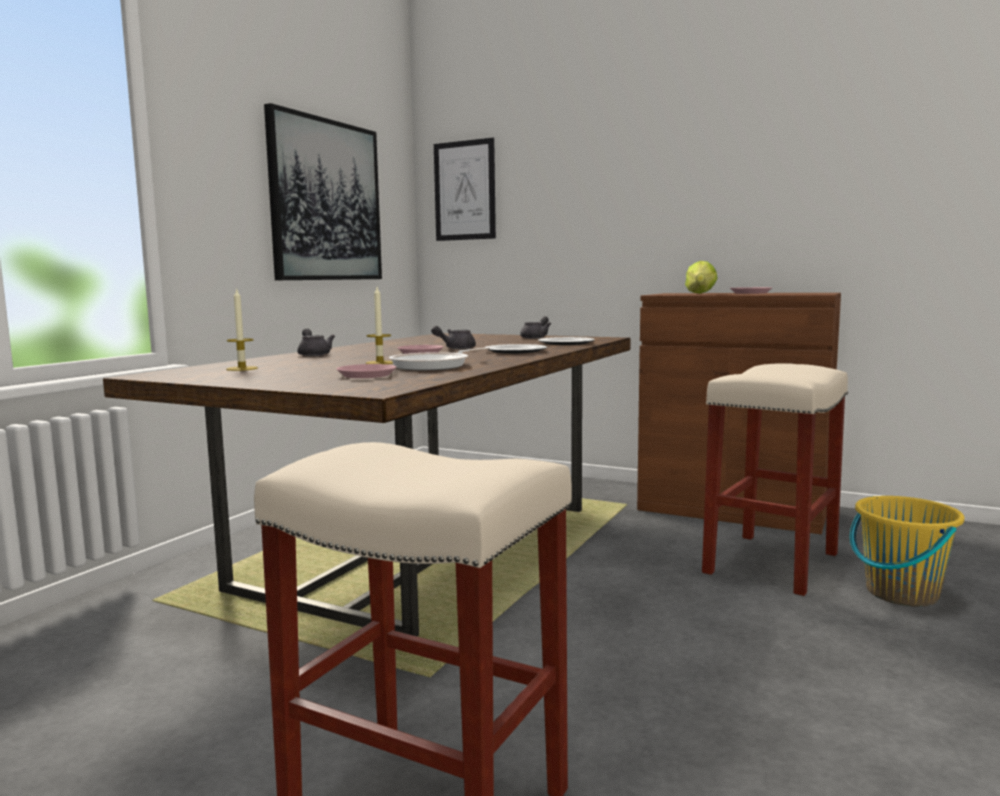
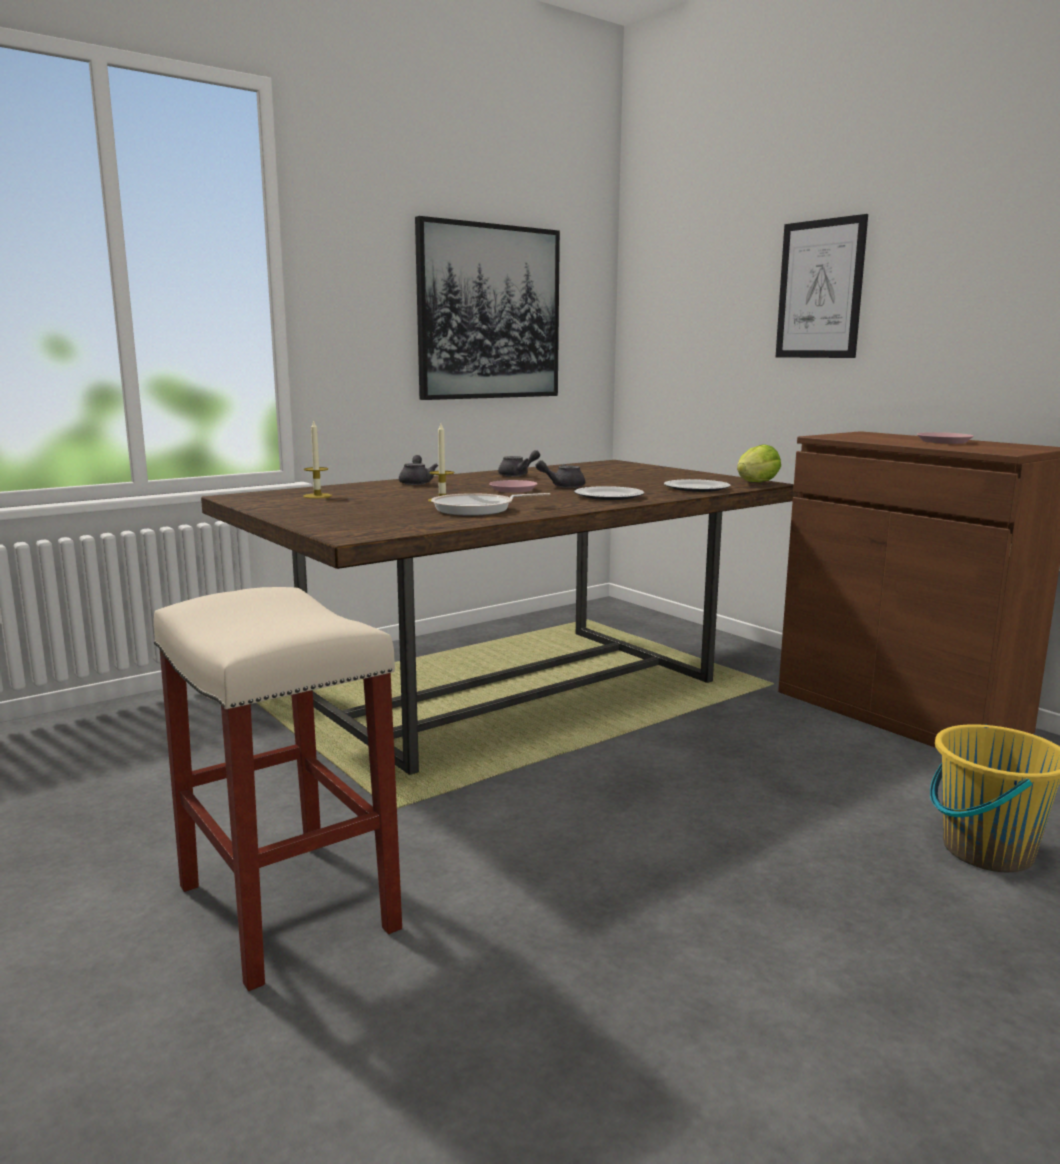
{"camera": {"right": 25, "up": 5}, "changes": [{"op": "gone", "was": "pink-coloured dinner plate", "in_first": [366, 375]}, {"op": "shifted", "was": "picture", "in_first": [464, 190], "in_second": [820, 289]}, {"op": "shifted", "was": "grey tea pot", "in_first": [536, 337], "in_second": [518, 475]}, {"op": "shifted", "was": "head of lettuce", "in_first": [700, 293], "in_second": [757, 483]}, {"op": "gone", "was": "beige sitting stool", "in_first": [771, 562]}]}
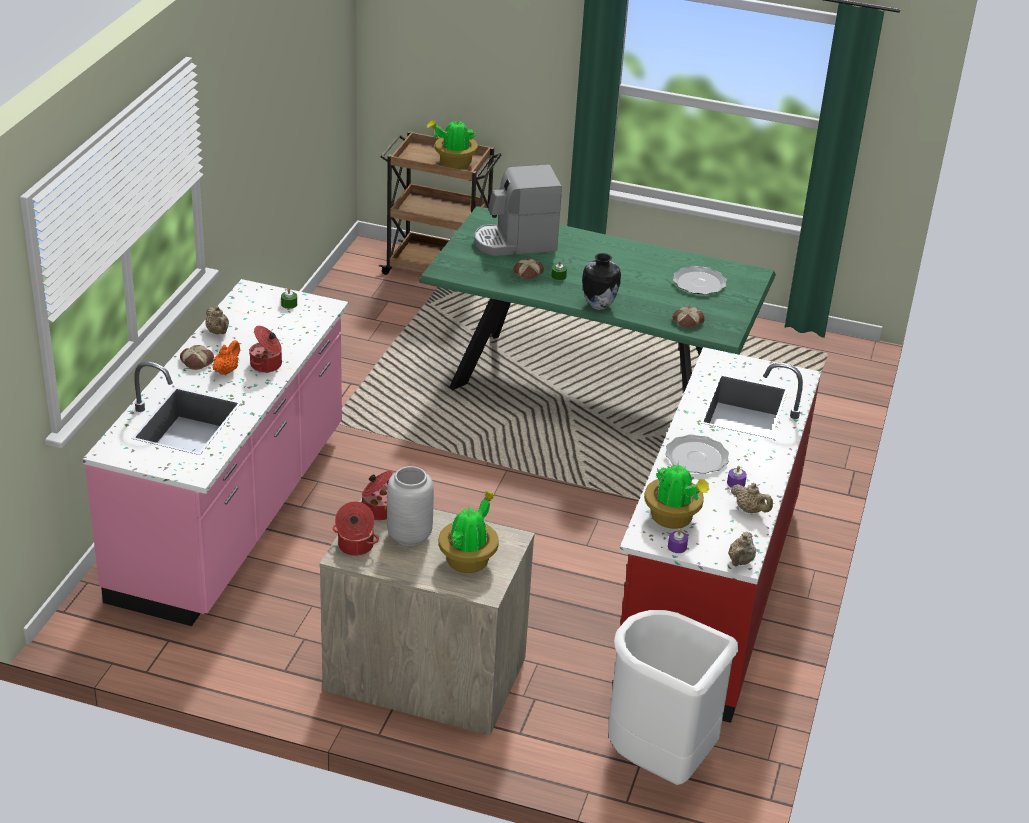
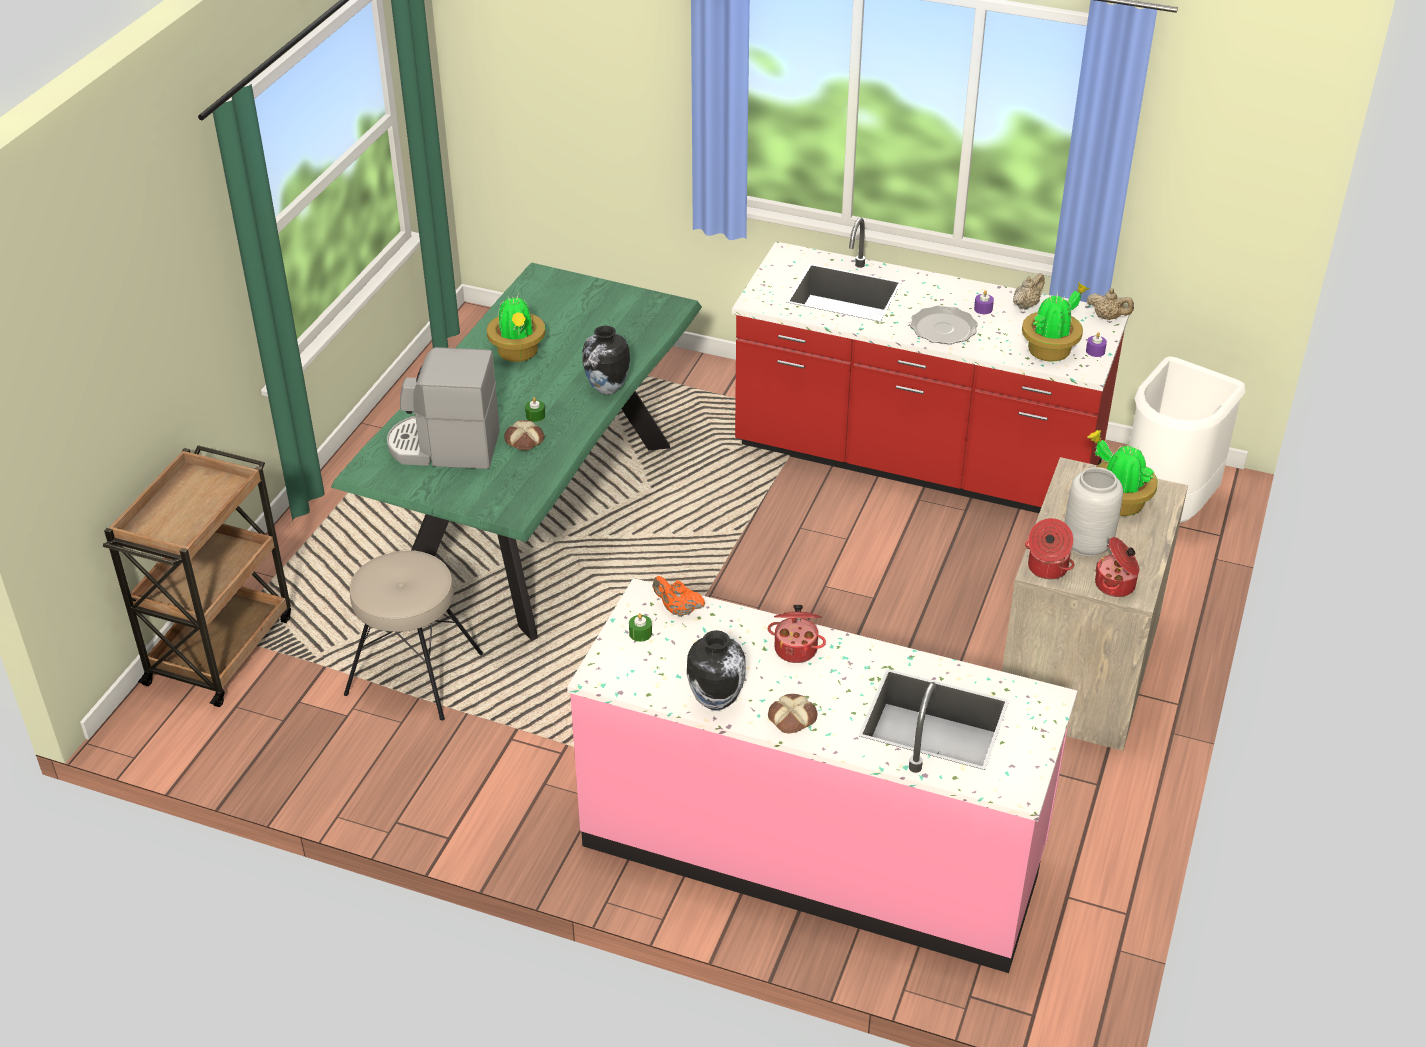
{"camera": {"right": -85, "up": 5}, "changes": [{"op": "swapped", "was": "beige tea pot", "now": "flower vase", "in_first": [218, 332], "in_second": [716, 701]}, {"op": "shifted", "was": "orange tea pot", "in_first": [226, 370], "in_second": [678, 610]}, {"op": "shifted", "was": "houseplant", "in_first": [454, 163], "in_second": [518, 353]}, {"op": "rotated", "was": "coffee maker", "in_first": [515, 242], "in_second": [444, 447], "clockwise": 105}, {"op": "gone", "was": "bakery bread", "in_first": [687, 320]}, {"op": "gone", "was": "dinner plate", "in_first": [699, 283]}, {"op": "new", "now": "beige sitting stool", "in_second": [414, 675]}]}
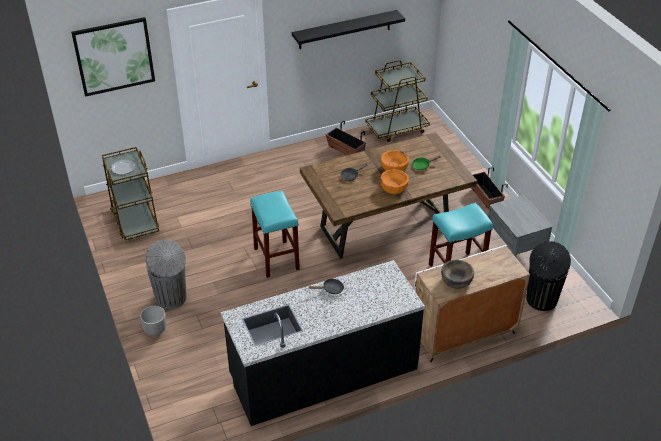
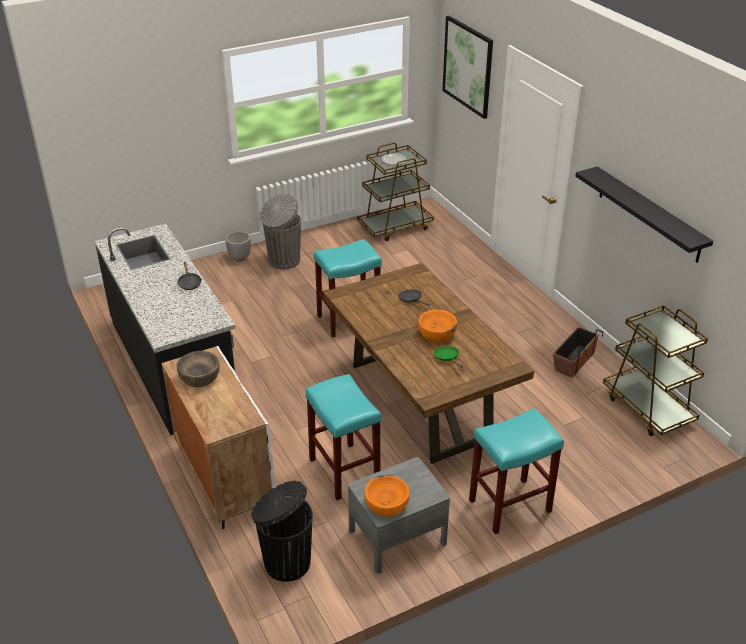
{"camera": {"right": 85, "up": -5}, "changes": [{"op": "shifted", "was": "orange serving bowl", "in_first": [393, 187], "in_second": [386, 504]}, {"op": "swapped", "was": "plant pot", "now": "blue-green sitting stool", "in_first": [485, 197], "in_second": [509, 506]}]}
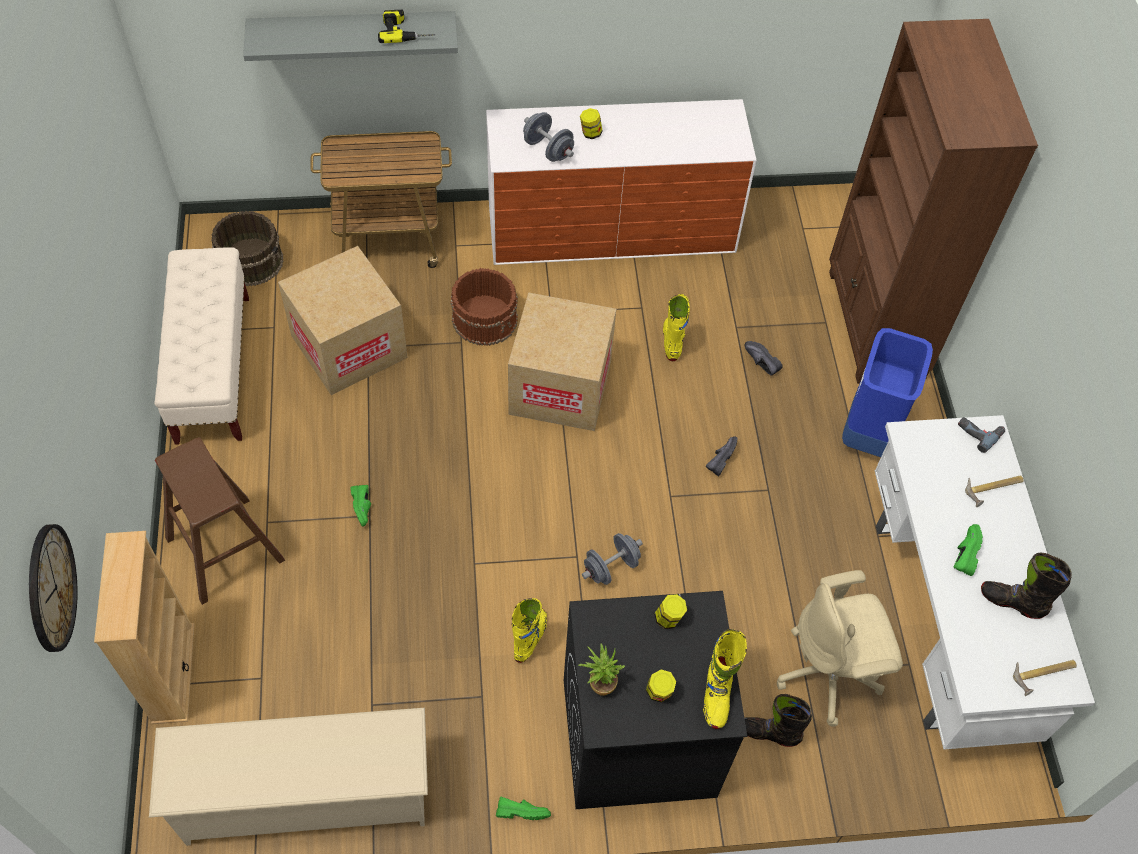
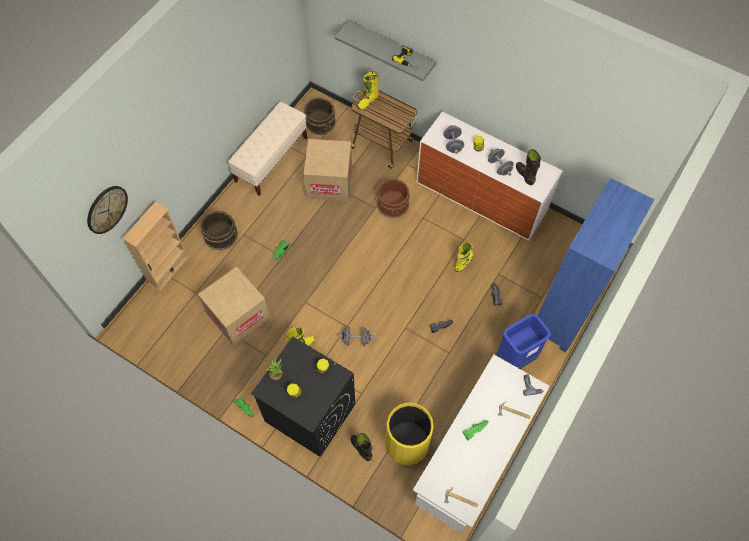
{"camera": {"right": 40, "up": 5}, "changes": [{"op": "gone", "was": "beige shoe stand", "in_first": [306, 796]}, {"op": "swapped", "was": "brown-coloured sitting stool", "now": "brown-coloured pail", "in_first": [225, 549], "in_second": [221, 235]}, {"op": "shifted", "was": "packing box", "in_first": [560, 387], "in_second": [238, 316]}, {"op": "shifted", "was": "yellowish high-top boot", "in_first": [716, 695], "in_second": [368, 102]}, {"op": "swapped", "was": "beige computer chair", "now": "yellowish rubbish bin", "in_first": [830, 673], "in_second": [407, 444]}, {"op": "repainted", "was": "brown-coloured bookshelf", "now": "bluish bookshelf", "in_first": [874, 325], "in_second": [563, 313]}, {"op": "shifted", "was": "black high-top boot", "in_first": [1012, 602], "in_second": [525, 175]}, {"op": "new", "now": "grey hand weight", "in_second": [499, 167]}]}
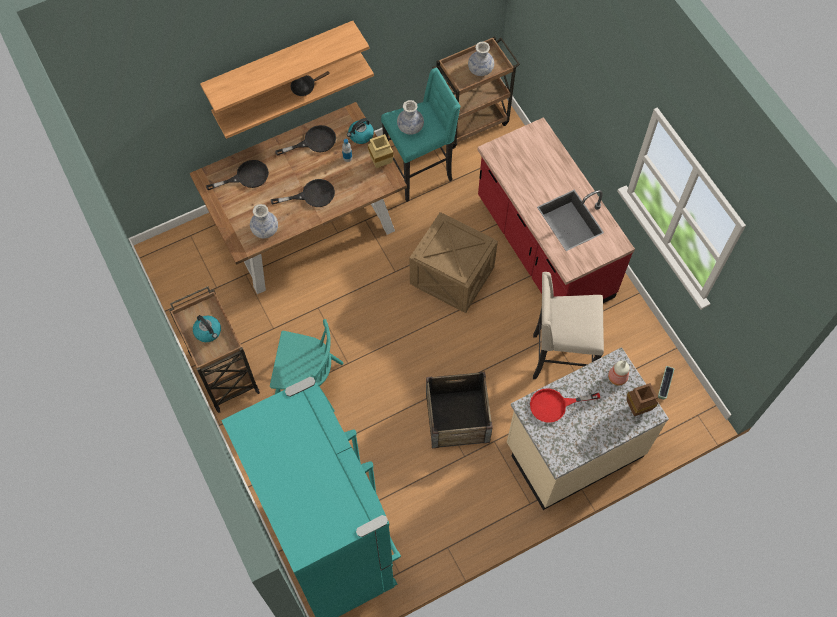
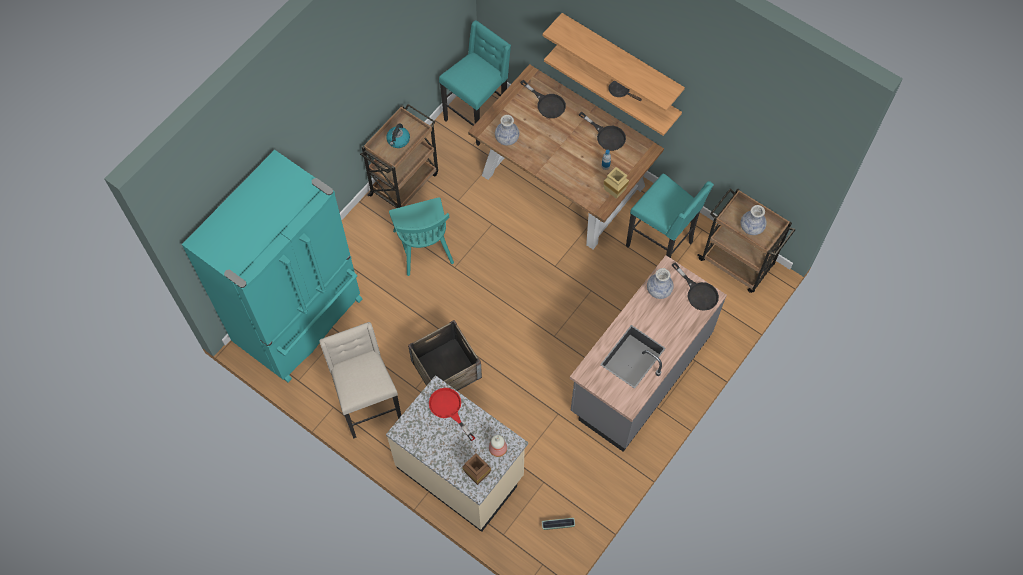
{"camera": {"right": 65, "up": 0}, "changes": [{"op": "shifted", "was": "black skillet", "in_first": [312, 195], "in_second": [698, 293]}, {"op": "gone", "was": "tea kettle", "in_first": [360, 135]}, {"op": "shifted", "was": "flower vase", "in_first": [410, 127], "in_second": [659, 290]}, {"op": "gone", "was": "packing crate", "in_first": [453, 277]}, {"op": "repainted", "was": "red-coloured counter", "now": "grey counter", "in_first": [543, 249], "in_second": [639, 373]}, {"op": "shifted", "was": "beige sitting stool", "in_first": [559, 358], "in_second": [368, 405]}, {"op": "new", "now": "blue-green sitting stool", "in_second": [477, 117]}]}
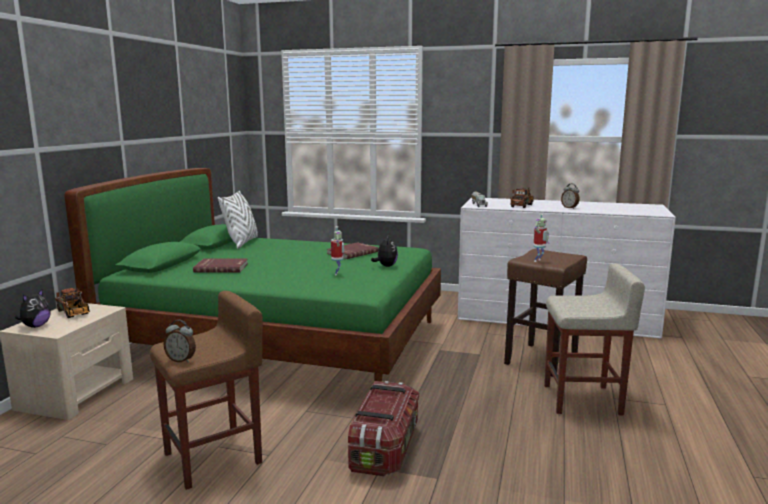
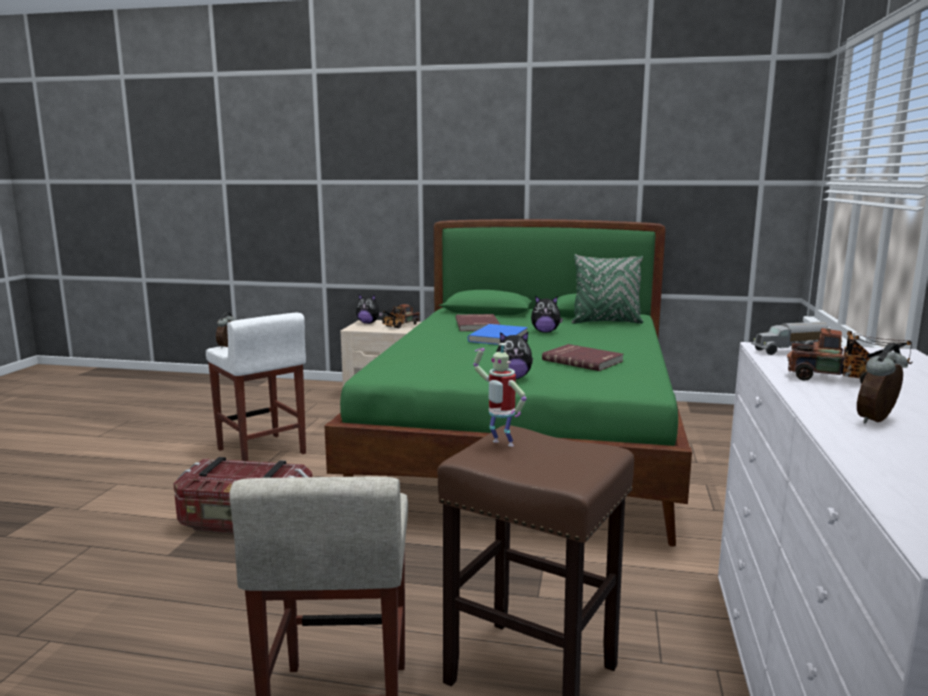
{"camera": {"right": 85, "up": 0}, "changes": [{"op": "repainted", "was": "brown-coloured sitting stool", "now": "whitish sitting stool", "in_first": [214, 458], "in_second": [262, 452]}, {"op": "repainted", "was": "whitish cushion", "now": "green-coloured cushion", "in_first": [241, 243], "in_second": [606, 322]}, {"op": "gone", "was": "model robot", "in_first": [338, 274]}, {"op": "new", "now": "bluish book", "in_second": [499, 337]}, {"op": "new", "now": "plush toy", "in_second": [545, 332]}]}
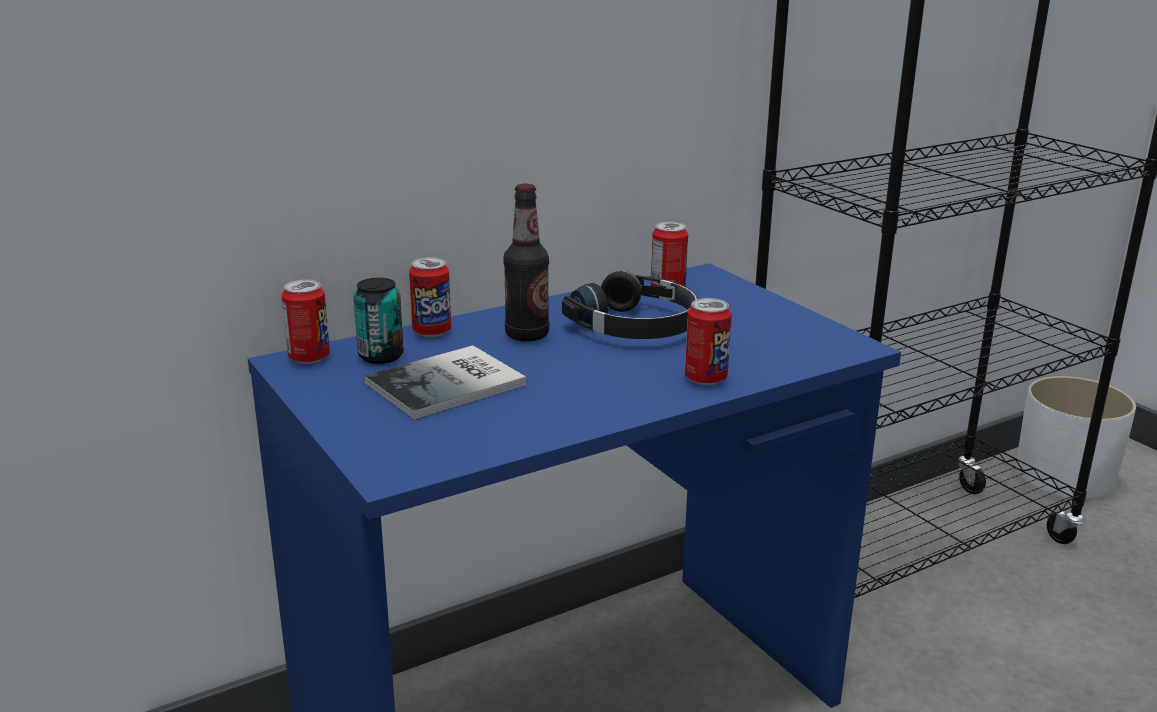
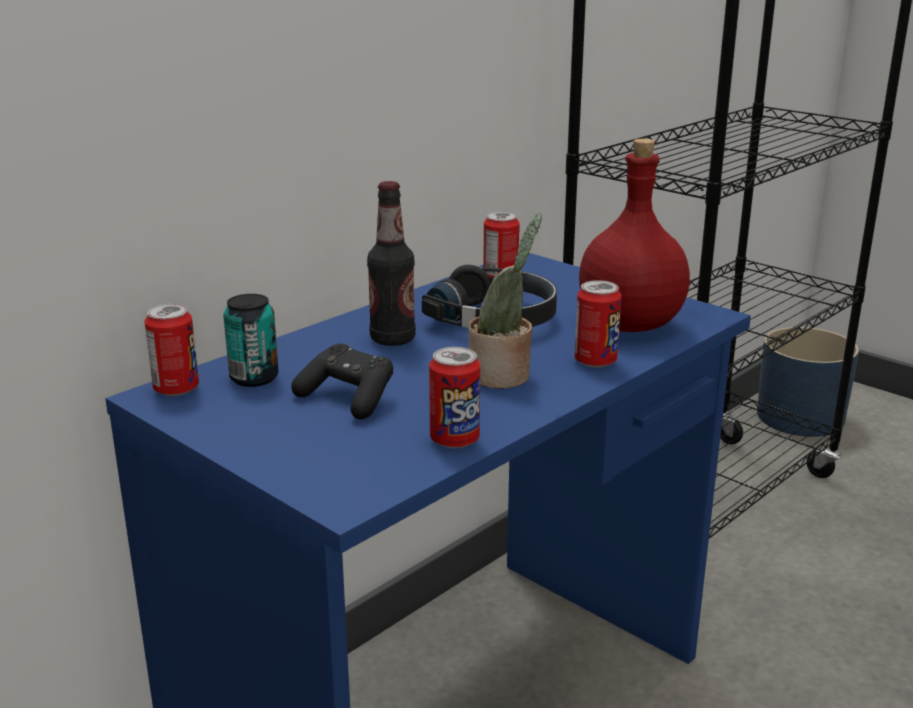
{"camera": {"right": -15, "up": 0}, "changes": [{"op": "swapped", "was": "book", "now": "black joypad", "in_first": [451, 384], "in_second": [348, 398]}, {"op": "shifted", "was": "metal can", "in_first": [432, 332], "in_second": [454, 440]}, {"op": "repainted", "was": "whitish plant pot", "now": "bluish plant pot", "in_first": [1064, 476], "in_second": [800, 417]}, {"op": "new", "now": "houseplant", "in_second": [503, 376]}, {"op": "new", "now": "red-coloured bottle", "in_second": [632, 325]}]}
